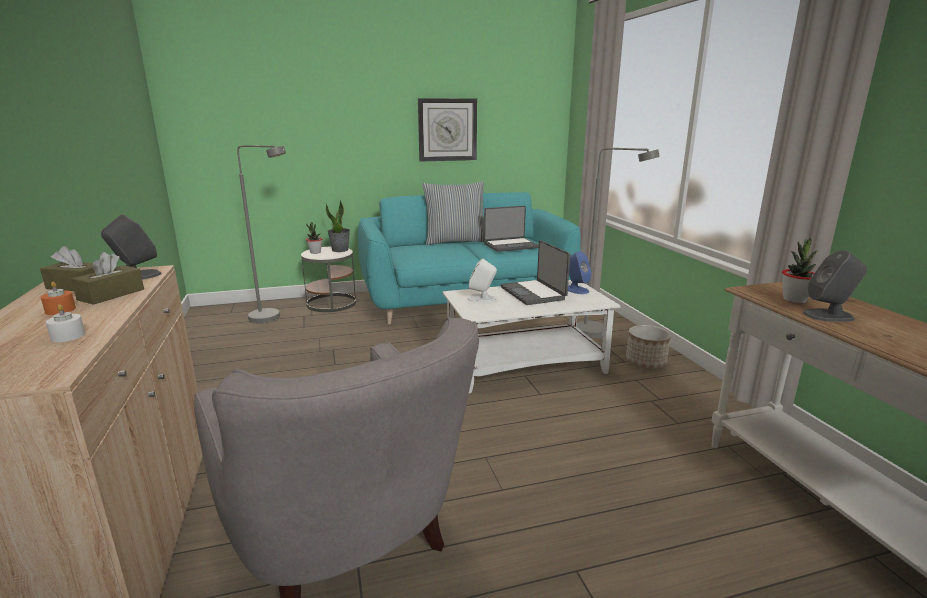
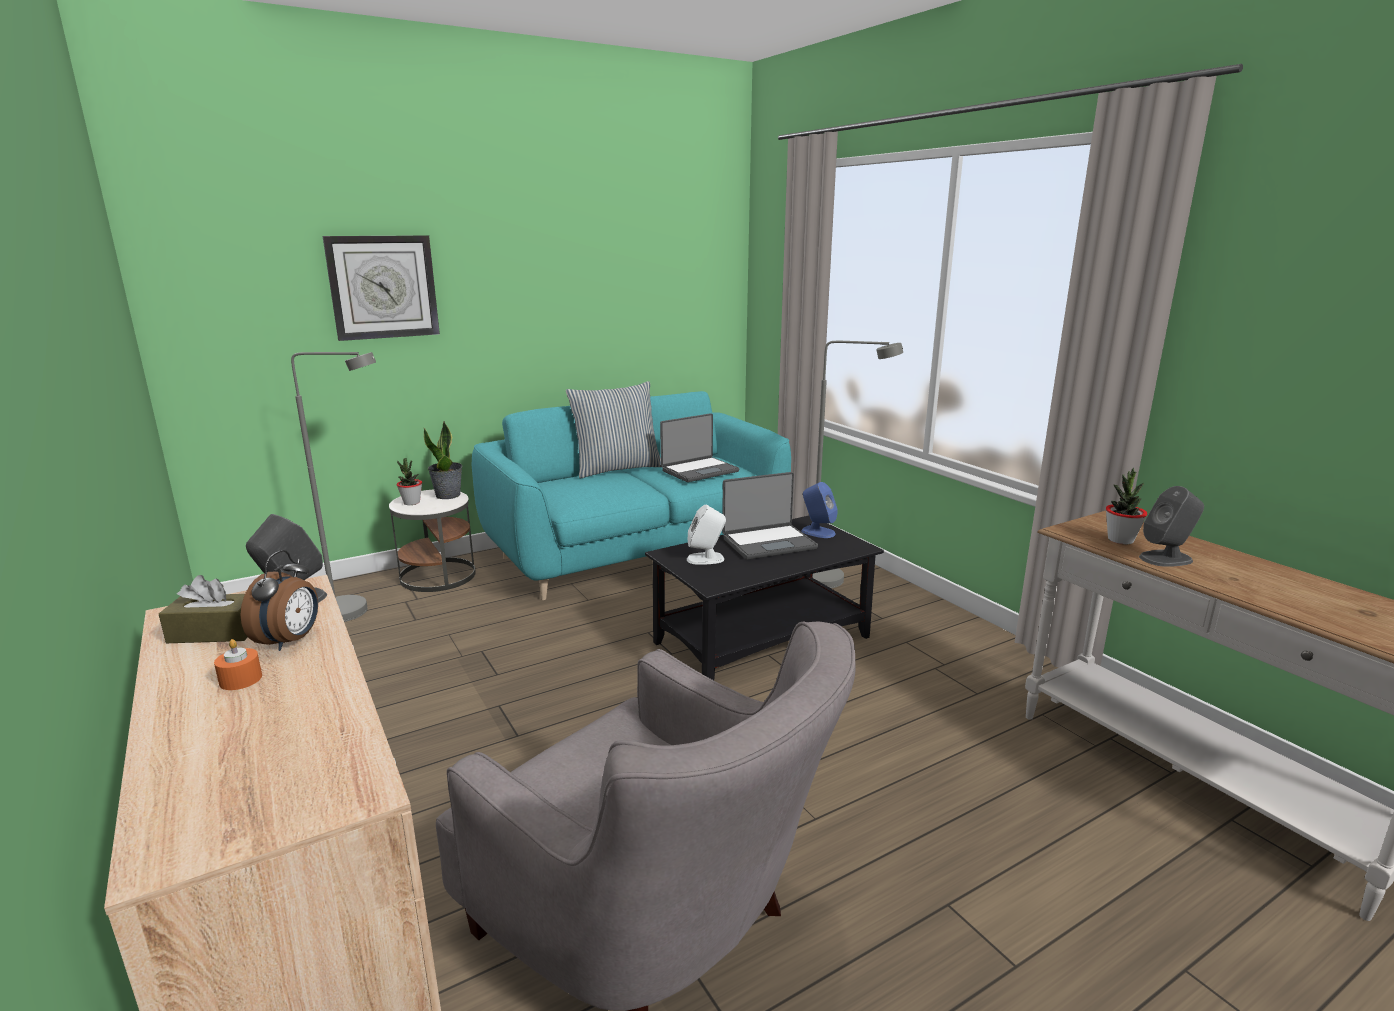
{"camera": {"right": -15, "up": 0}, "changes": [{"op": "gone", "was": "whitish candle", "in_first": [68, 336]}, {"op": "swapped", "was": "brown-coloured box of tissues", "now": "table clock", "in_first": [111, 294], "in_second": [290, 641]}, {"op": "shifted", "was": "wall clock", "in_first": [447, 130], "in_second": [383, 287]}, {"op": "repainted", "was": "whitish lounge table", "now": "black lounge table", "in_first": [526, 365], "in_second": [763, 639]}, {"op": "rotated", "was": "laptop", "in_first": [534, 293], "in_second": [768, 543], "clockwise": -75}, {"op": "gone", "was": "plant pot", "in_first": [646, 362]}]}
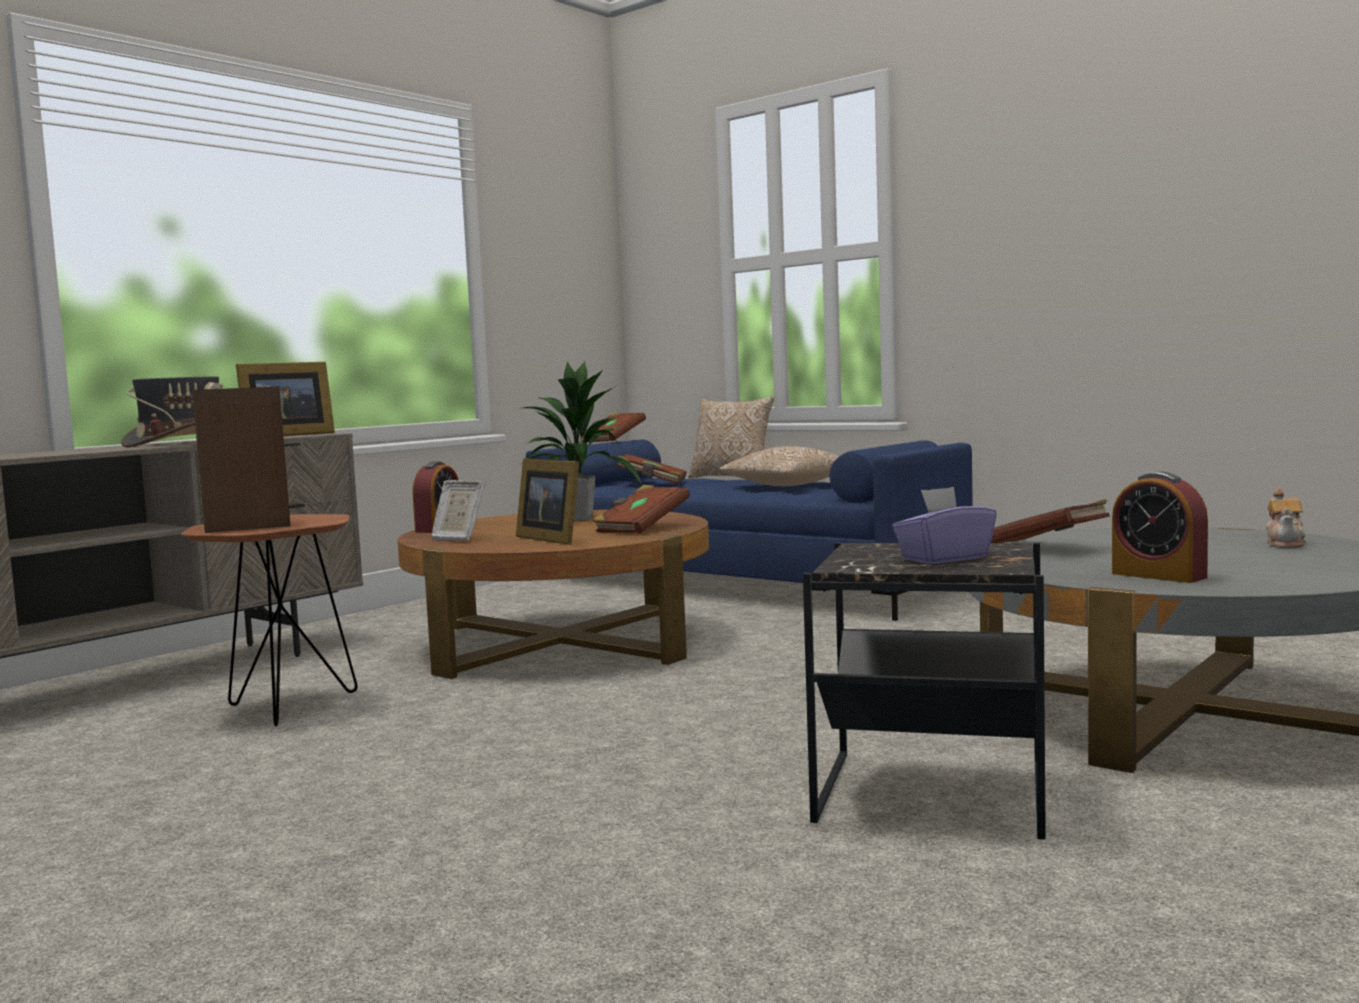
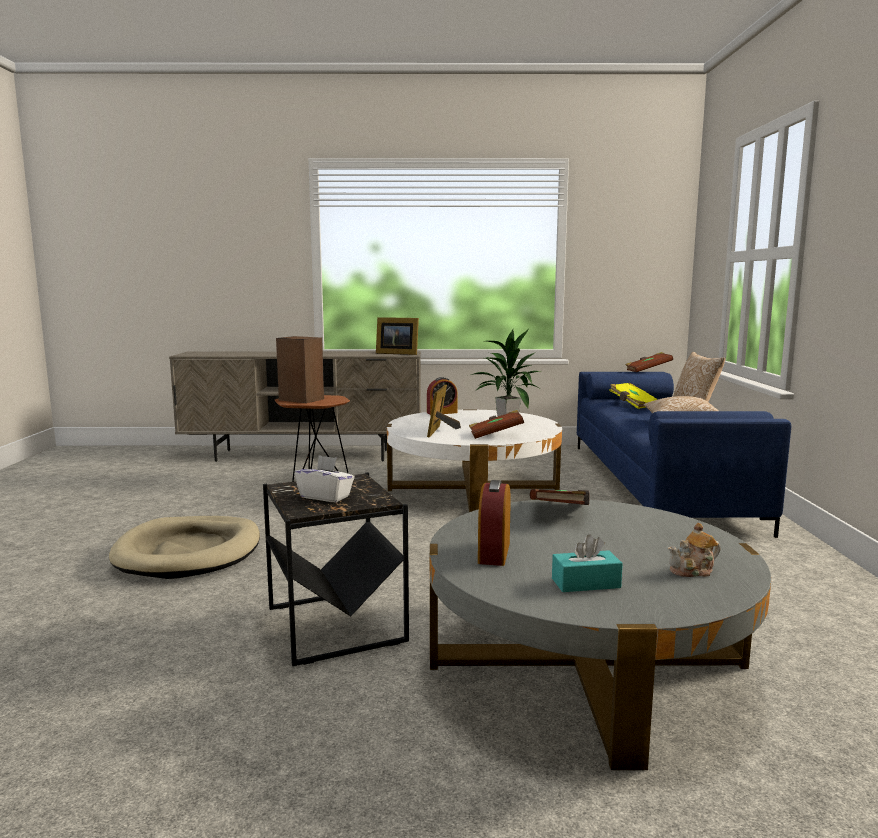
{"camera": {"right": 50, "up": 5}, "changes": [{"op": "gone", "was": "grey wearable hat", "in_first": [182, 443]}, {"op": "repainted", "was": "brown-coloured lounge table", "now": "whitish lounge table", "in_first": [561, 642], "in_second": [473, 488]}, {"op": "gone", "was": "photo frame", "in_first": [458, 539]}, {"op": "repainted", "was": "brown-coloured book", "now": "yellowish book", "in_first": [652, 483], "in_second": [632, 404]}, {"op": "repainted", "was": "purple box of tissues", "now": "whitish box of tissues", "in_first": [944, 558], "in_second": [325, 497]}, {"op": "new", "now": "beige pet bed", "in_second": [189, 552]}, {"op": "new", "now": "blue-green box of tissues", "in_second": [586, 583]}]}
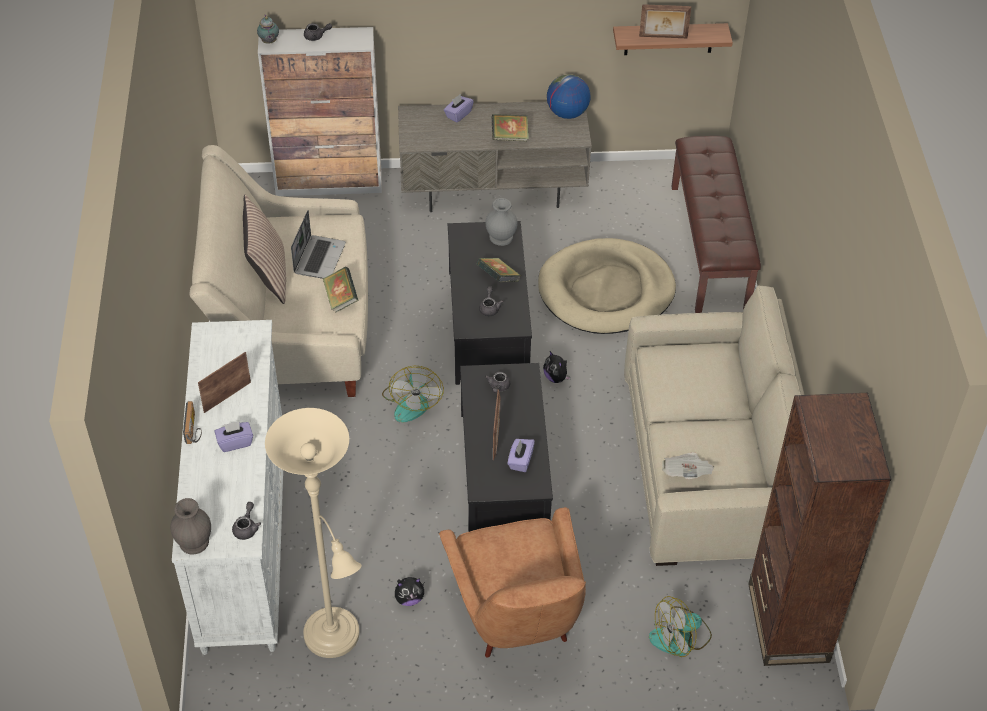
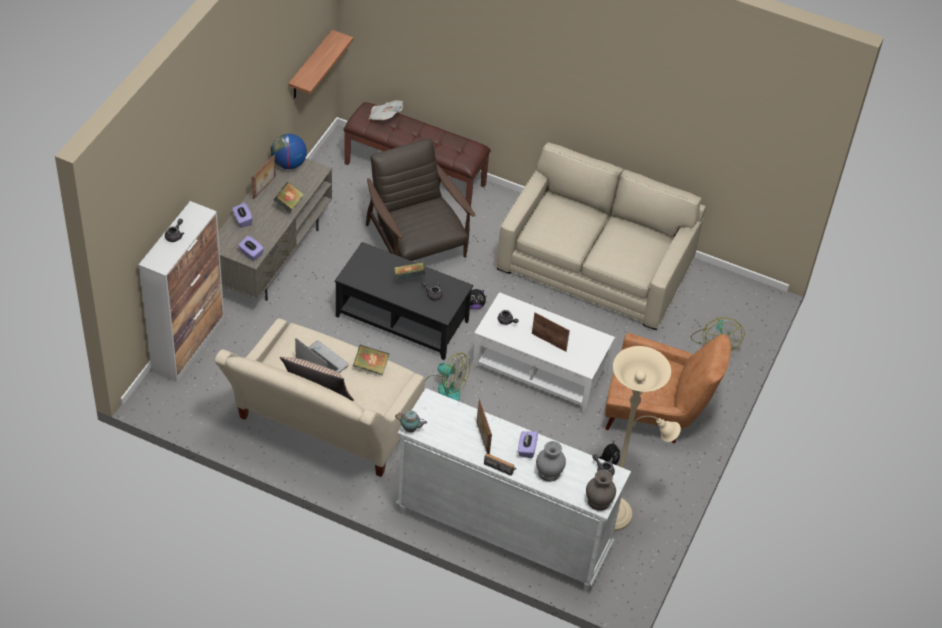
{"camera": {"right": -65, "up": 0}, "changes": [{"op": "shifted", "was": "tea pot", "in_first": [269, 42], "in_second": [411, 429]}, {"op": "repainted", "was": "black lounge table", "now": "whitish lounge table", "in_first": [505, 476], "in_second": [540, 370]}, {"op": "shifted", "was": "grey flower vase", "in_first": [501, 237], "in_second": [549, 472]}, {"op": "shifted", "was": "purple box of tissues", "in_first": [520, 461], "in_second": [251, 253]}, {"op": "swapped", "was": "beige pet bed", "now": "brown-coloured easy chair", "in_first": [606, 291], "in_second": [416, 244]}, {"op": "shifted", "was": "photo frame", "in_first": [663, 37], "in_second": [264, 188]}, {"op": "shifted", "was": "newspaper", "in_first": [686, 474], "in_second": [385, 117]}, {"op": "gone", "was": "brown-coloured bookshelf", "in_first": [788, 622]}]}
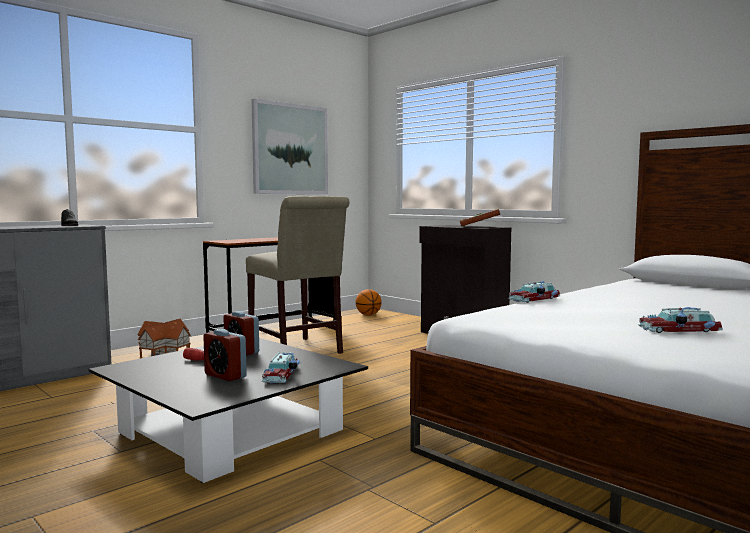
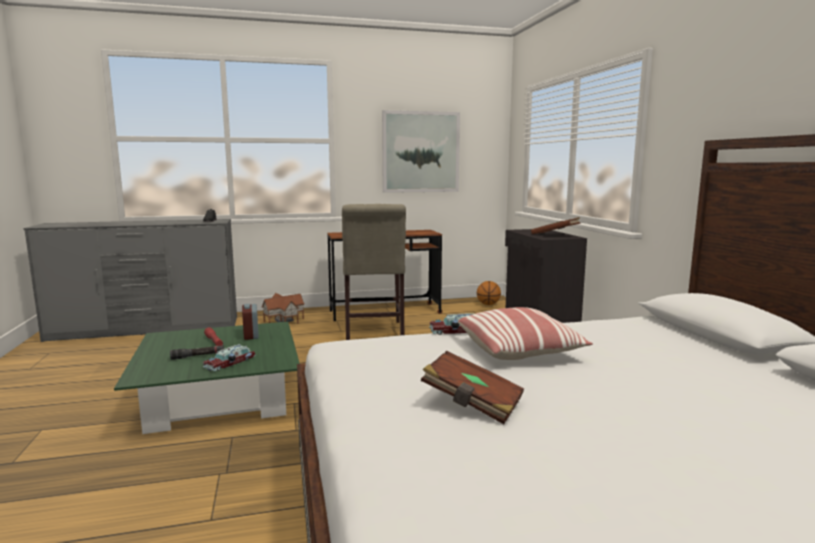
{"camera": {"right": 30, "up": 5}, "changes": [{"op": "repainted", "was": "black lounge table", "now": "green-coloured lounge table", "in_first": [232, 432], "in_second": [220, 397]}, {"op": "swapped", "was": "table clock", "now": "black hand torch", "in_first": [225, 376], "in_second": [198, 356]}, {"op": "swapped", "was": "model car", "now": "brown-coloured book", "in_first": [681, 330], "in_second": [472, 404]}, {"op": "new", "now": "cushion", "in_second": [520, 350]}]}
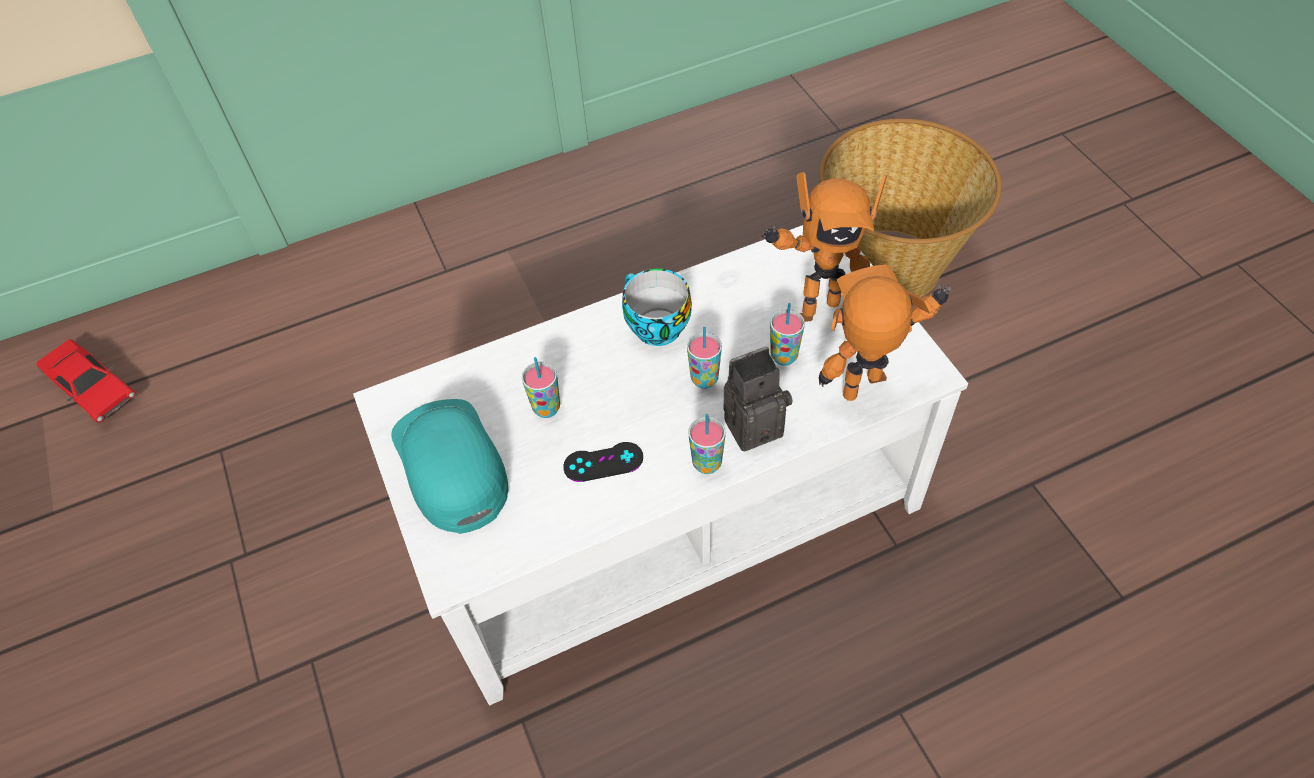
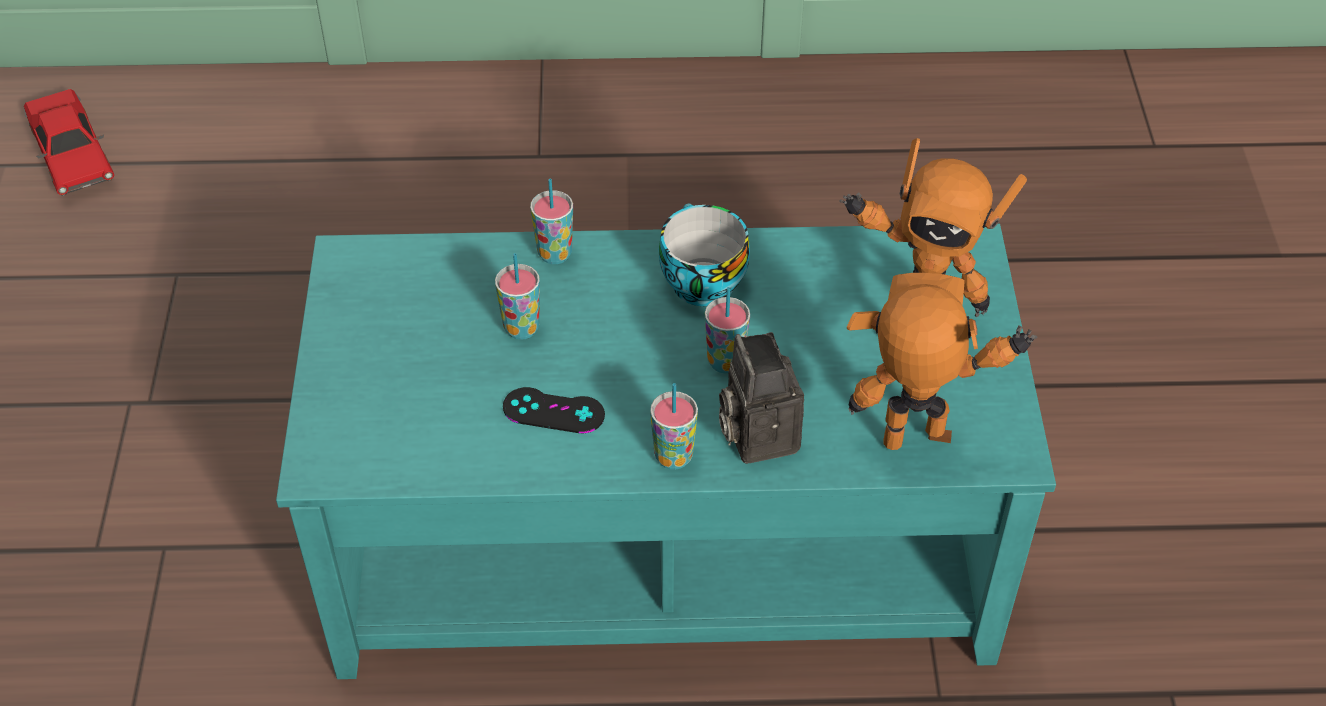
{"camera": {"right": 20, "up": -5}, "changes": [{"op": "repainted", "was": "whitish lounge table", "now": "blue-green lounge table", "in_first": [666, 513], "in_second": [661, 544]}, {"op": "gone", "was": "blue-green cap", "in_first": [451, 466]}, {"op": "rotated", "was": "still camera", "in_first": [754, 424], "in_second": [756, 433], "clockwise": -105}, {"op": "shifted", "was": "drinking cup", "in_first": [784, 356], "in_second": [555, 254]}, {"op": "gone", "was": "household basket", "in_first": [891, 264]}]}
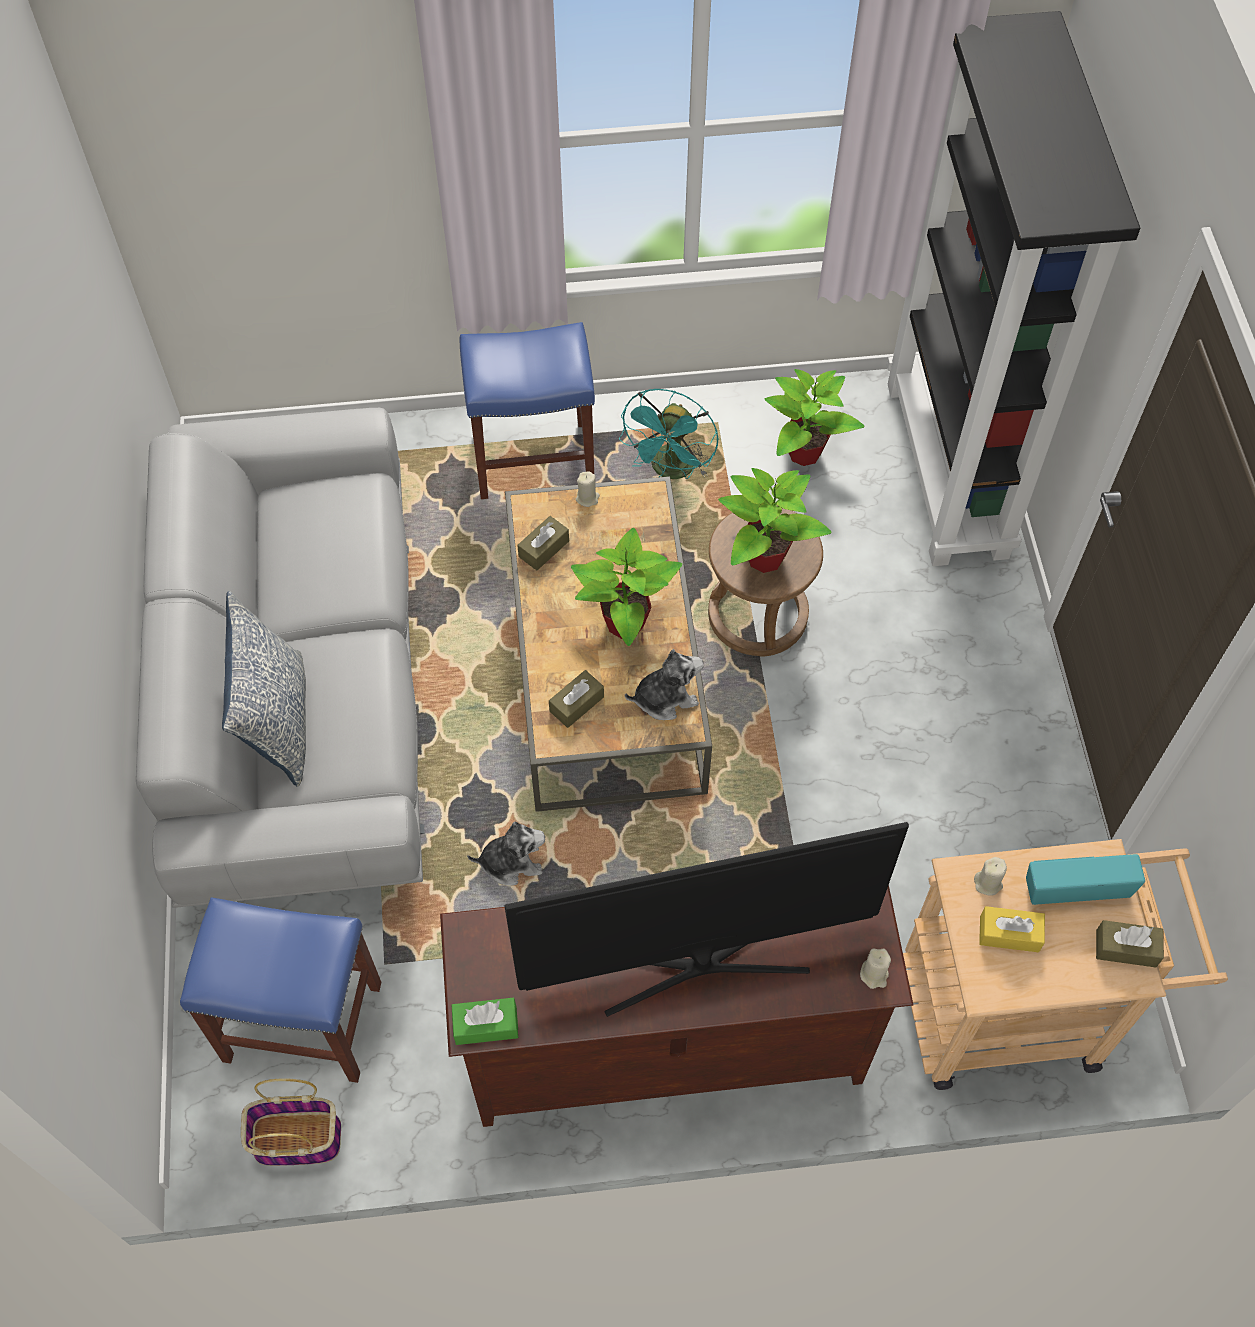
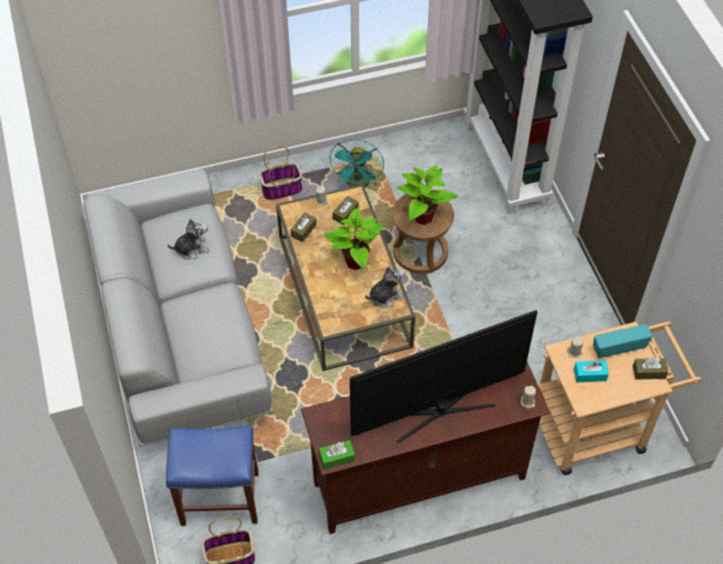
{"camera": {"right": -10, "up": -5}, "changes": [{"op": "gone", "was": "cushion", "in_first": [277, 720]}, {"op": "swapped", "was": "bluish sitting stool", "now": "household basket", "in_first": [535, 458], "in_second": [282, 189]}, {"op": "shifted", "was": "plush toy", "in_first": [511, 862], "in_second": [191, 248]}, {"op": "shifted", "was": "brown-coloured box of tissues", "in_first": [576, 704], "in_second": [345, 214]}, {"op": "gone", "was": "houseplant", "in_first": [803, 452]}, {"op": "repainted", "was": "yellowish box of tissues", "now": "blue-green box of tissues", "in_first": [1009, 934], "in_second": [590, 374]}]}
